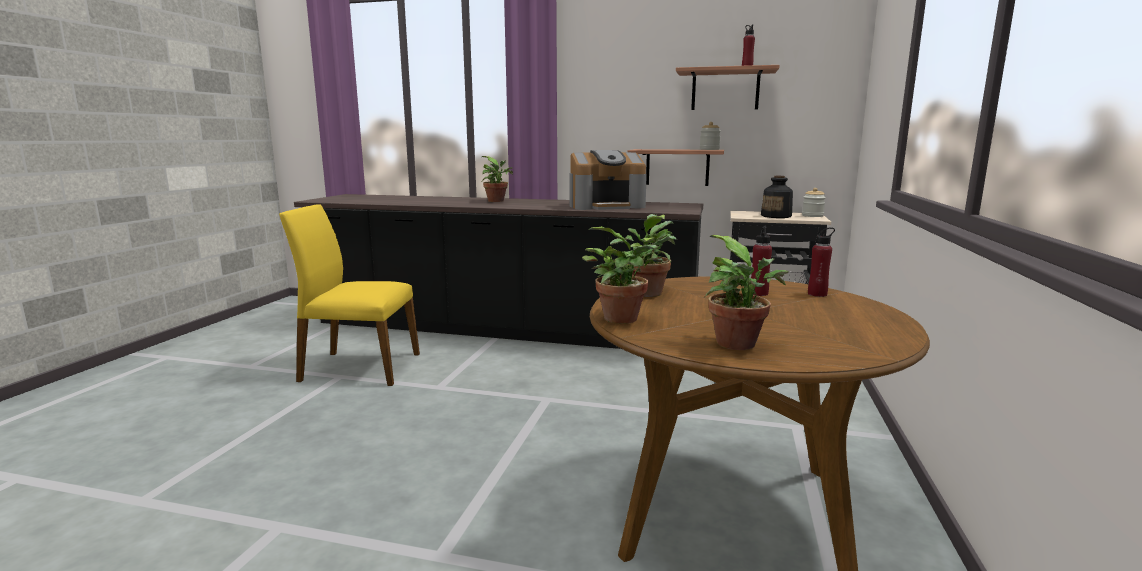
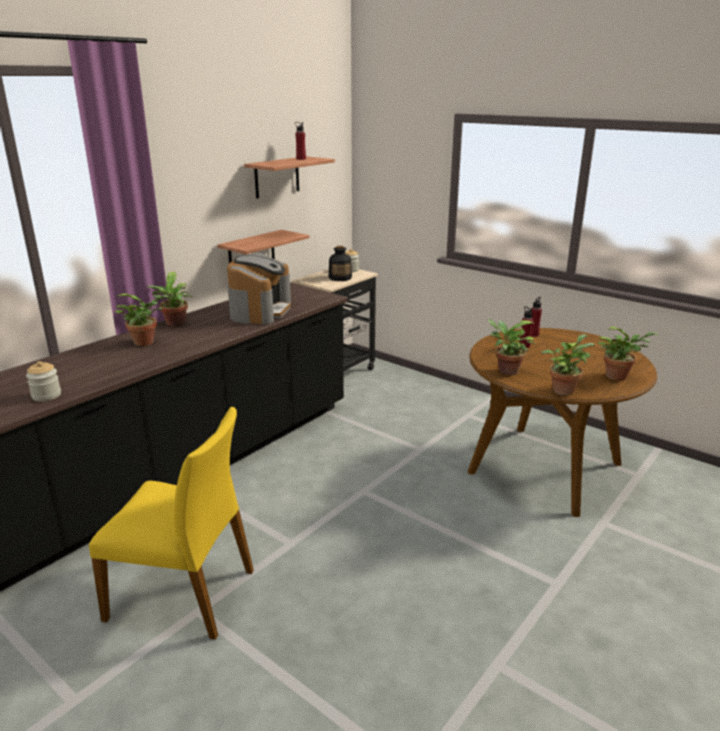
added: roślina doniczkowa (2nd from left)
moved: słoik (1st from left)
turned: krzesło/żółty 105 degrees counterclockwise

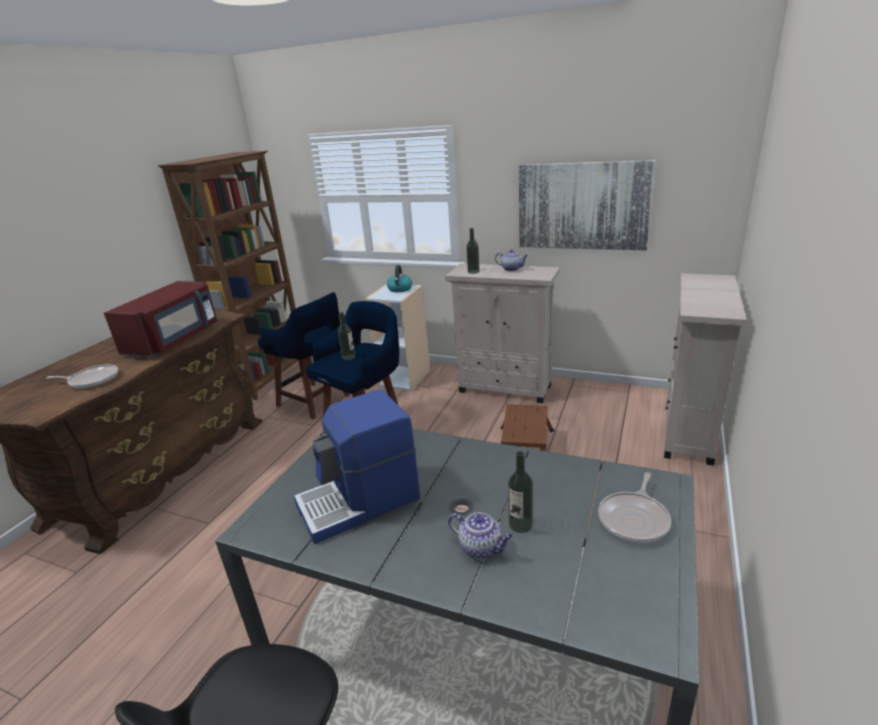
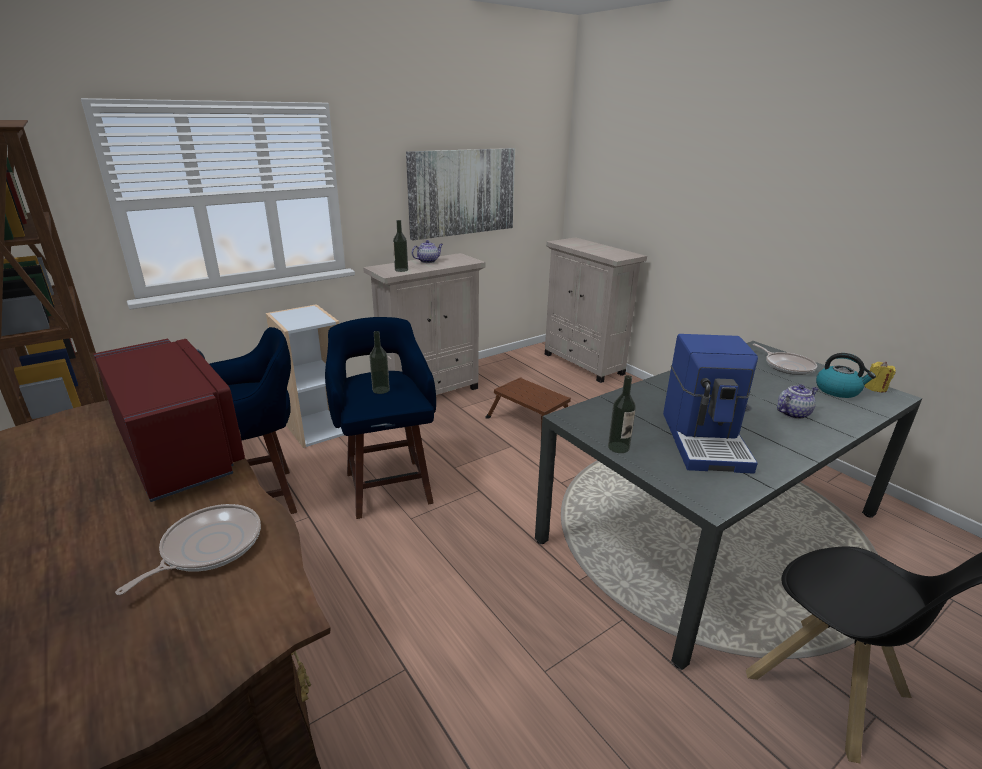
added: świeca/żółty
moved: czajnik; butelka (3rd from left)

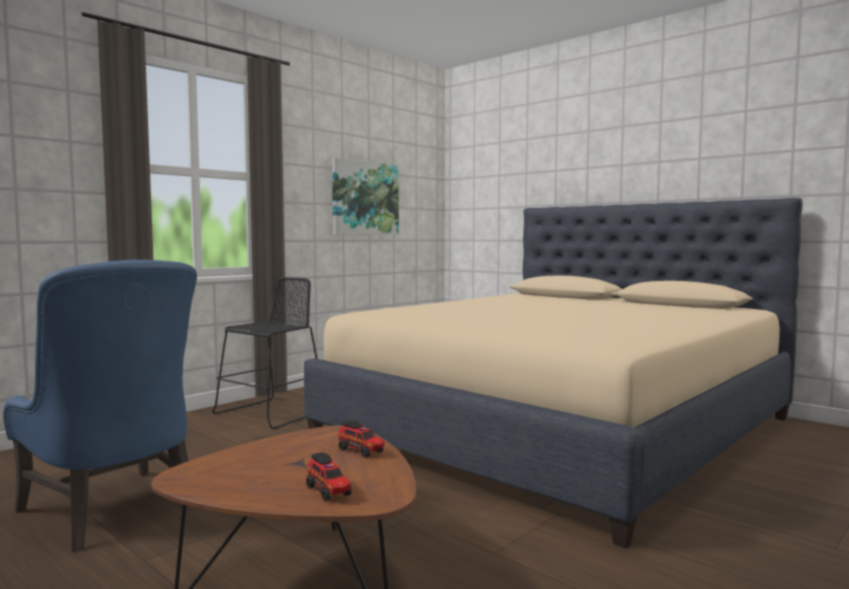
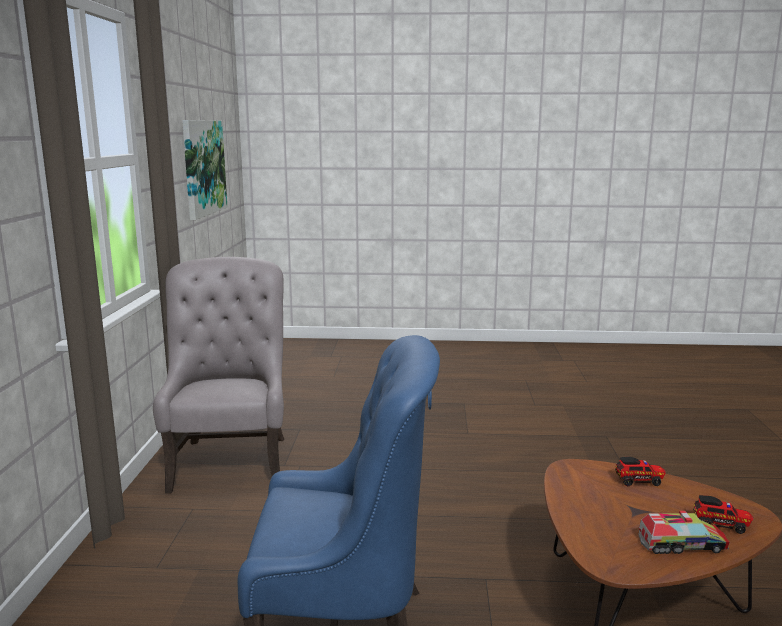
removed: łóżko/beżowy
added: ciężarówka zabawkowa (2nd from left)
replaced: stołek/czarny to krzesło/szary

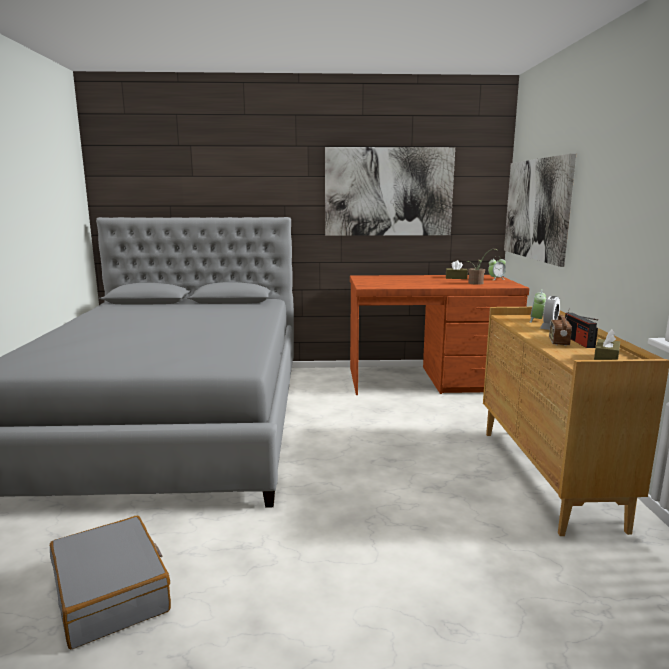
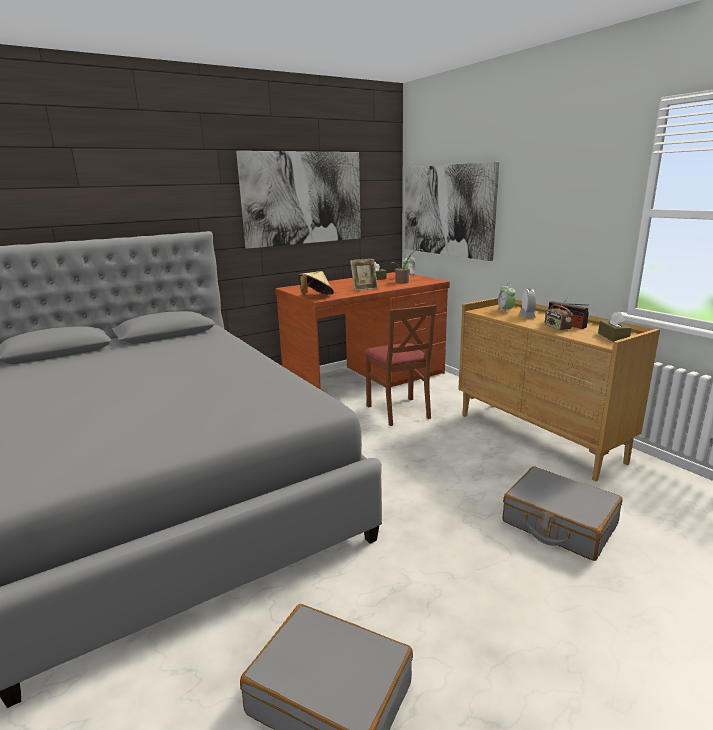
added: kapelusz/beżowy; ramka na zdjęcie; krzesło/brązowy; walizka/szary (2nd from left)

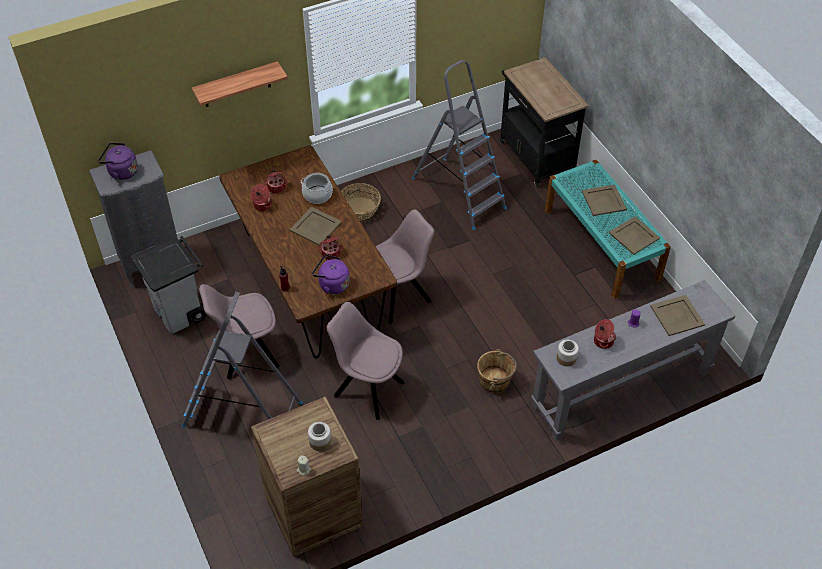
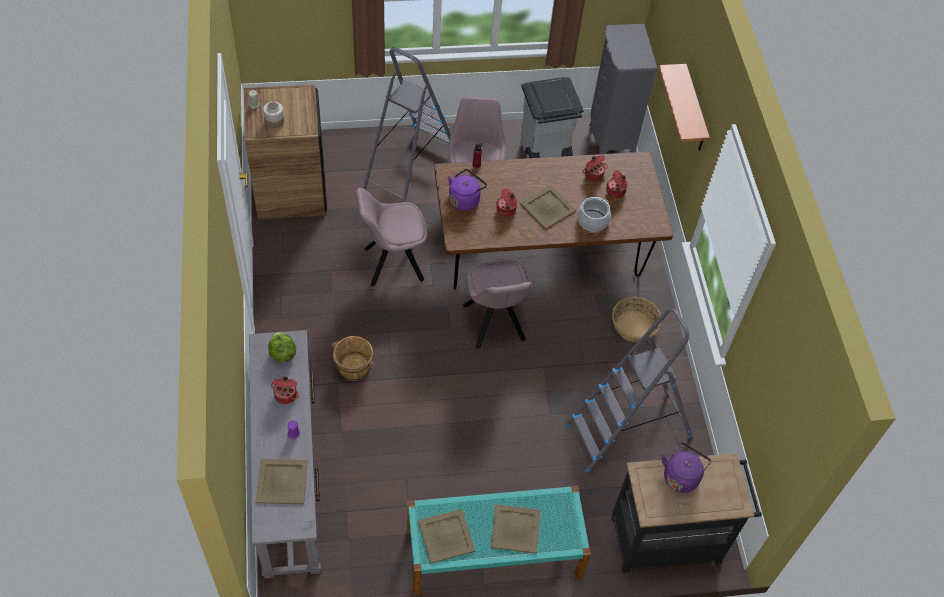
moved: czajnik/fioletowy (1st from left in the first image) to czajnik/fioletowy (2nd from left)
replaced: słoik (2nd from left) to sałata
turned: krzesło/różowy (2nd from left in the first image) 150 degrees counterclockwise

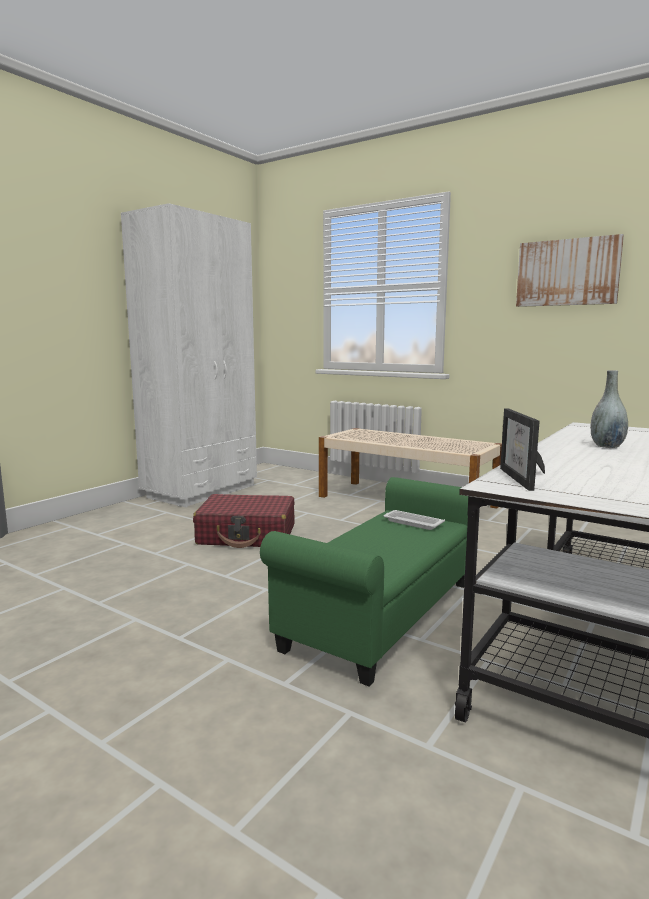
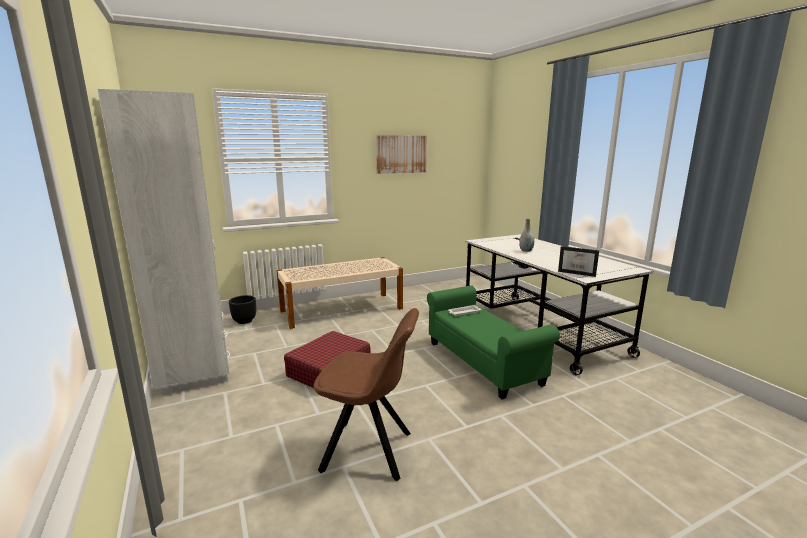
added: donica/czarny; krzesło/brązowy

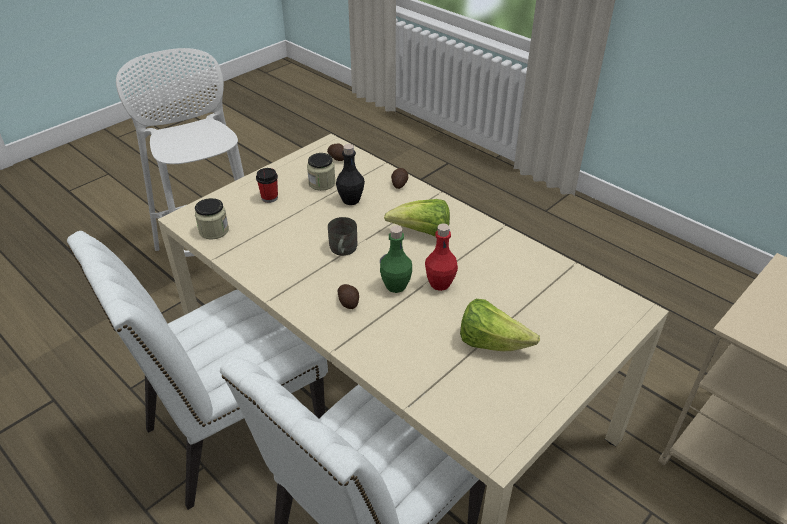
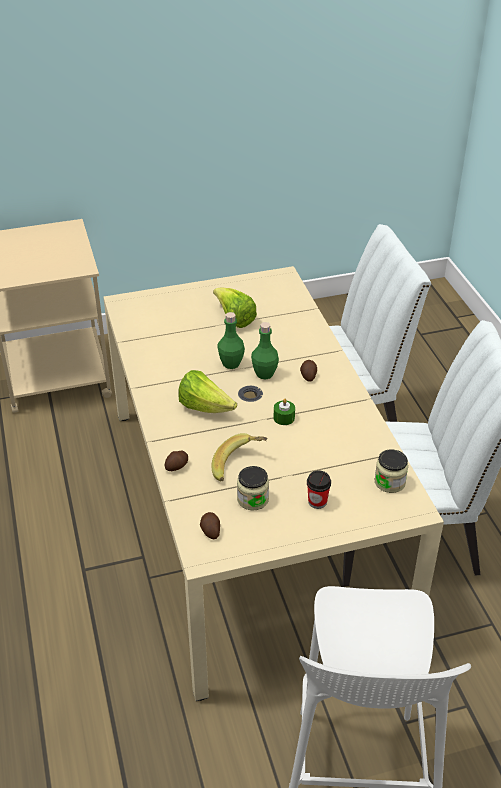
replaced: kubek/szary to świeca/zielony; butelka/czarny to banan
recoloured: butelka/czerwony to butelka/zielony (1st from left)

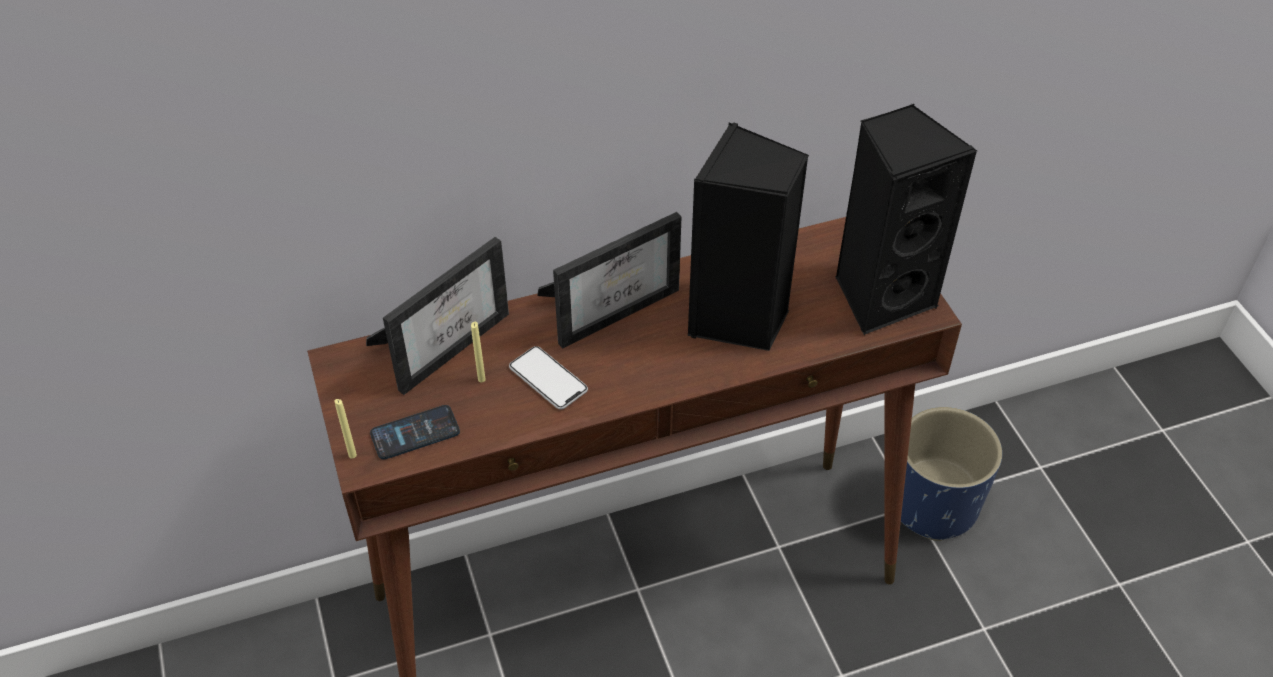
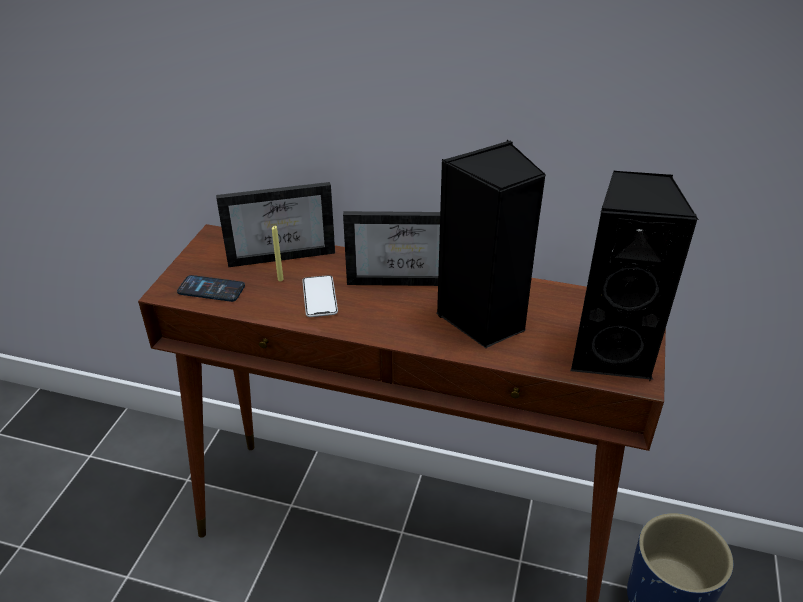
removed: świeca/żółty (1st from left)

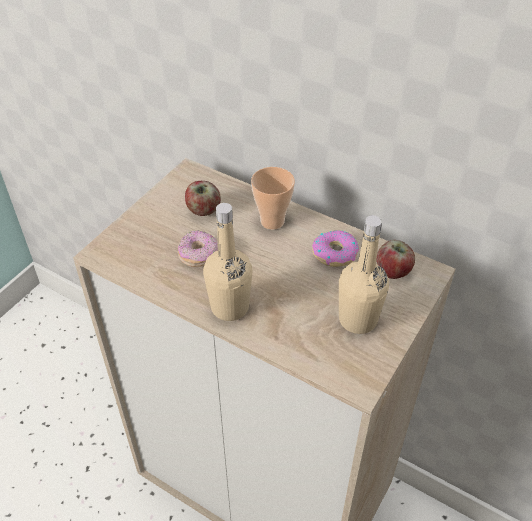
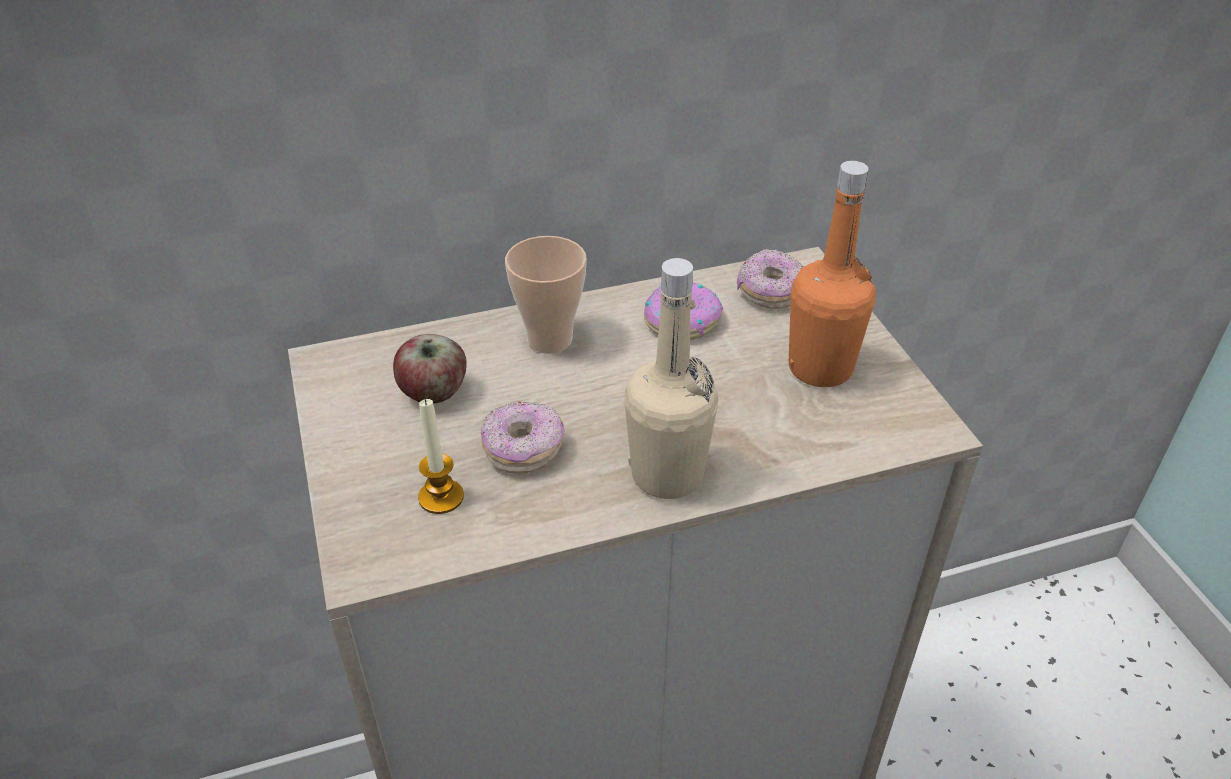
added: świeca
replaced: jabłko (2nd from left) to donut (3rd from left)
recoloured: butelka/beżowy (2nd from left) to butelka/pomarańczowy

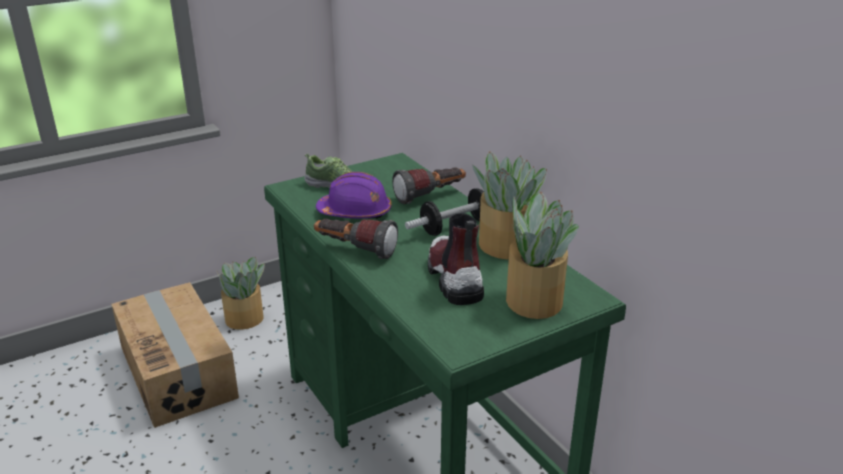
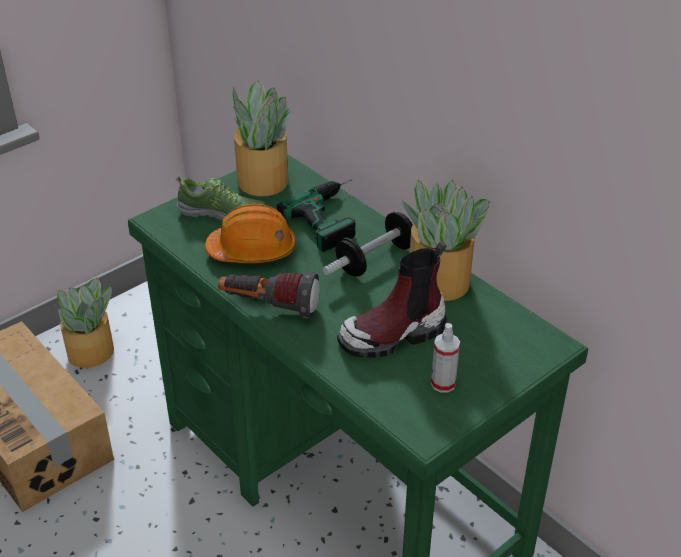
added: spryskiwacz
moved: roślina doniczkowa (3rd from left in the first image) to roślina doniczkowa (2nd from left)
replaced: latarka (2nd from left) to wiertarka
recoloured: kask/fioletowy to kask/pomarańczowy
turned: but z cholewką 90 degrees counterclockwise

